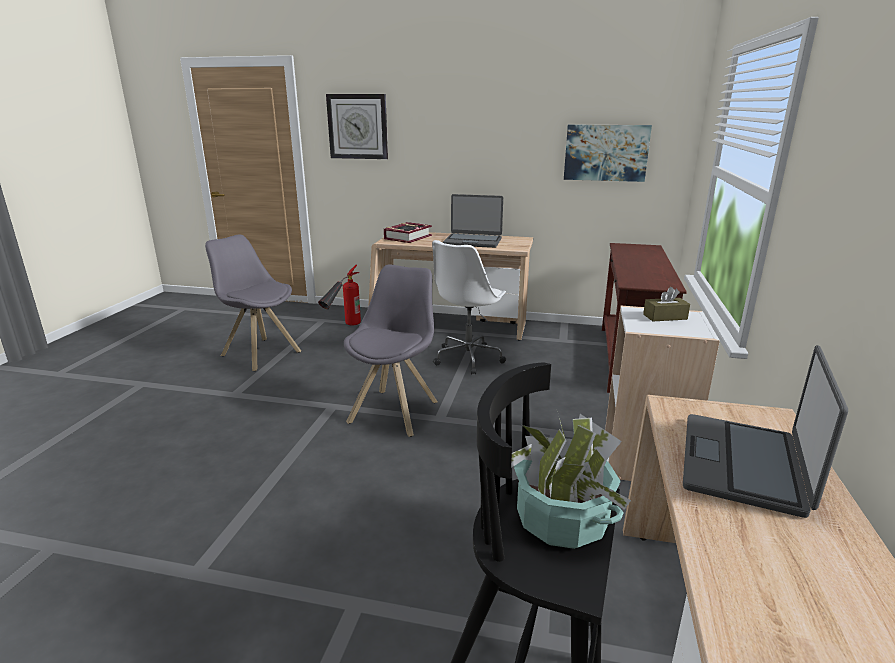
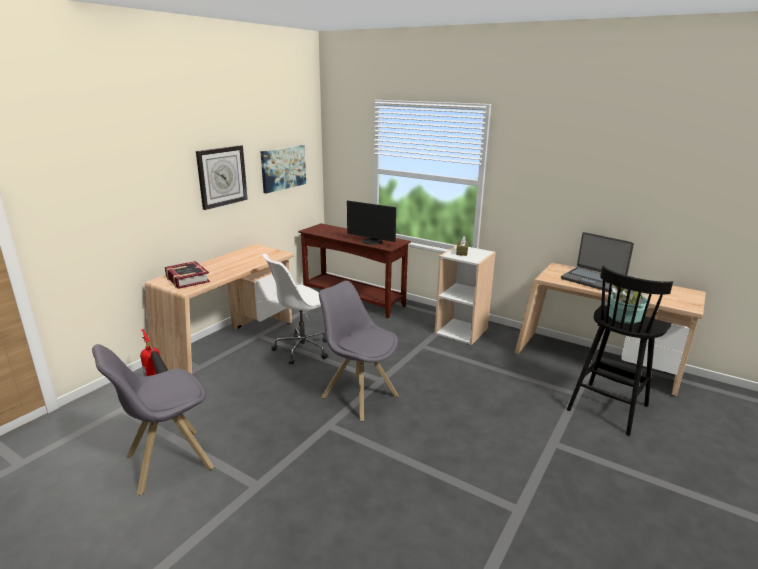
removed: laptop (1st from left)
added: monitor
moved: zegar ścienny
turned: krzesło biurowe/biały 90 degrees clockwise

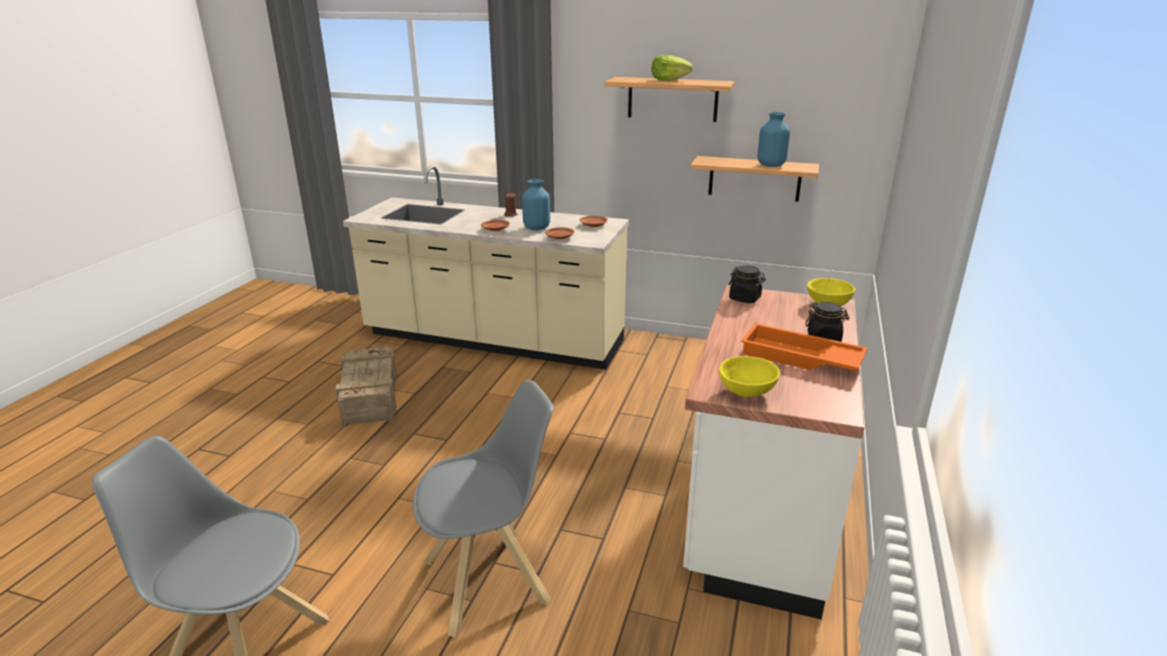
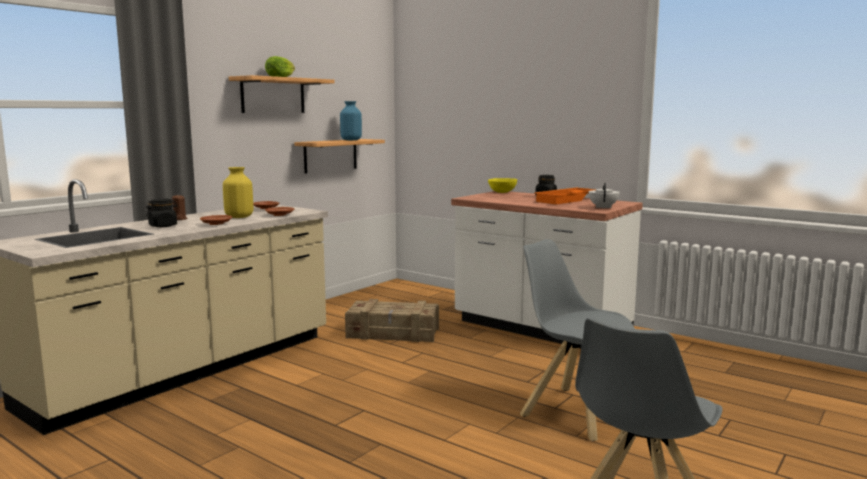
moved: skrzynka; słoik/czarny (1st from left)
replaced: miska/żółty (1st from left) to imbryk/biały
recoloured: wazon/niebieski (1st from left) to wazon/żółty
turned: krzesło/szary (2nd from left in the first image) 45 degrees counterclockwise

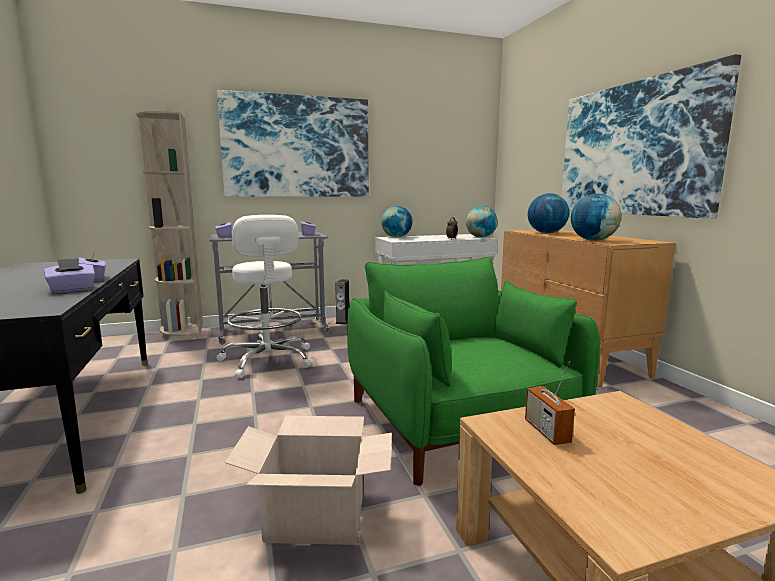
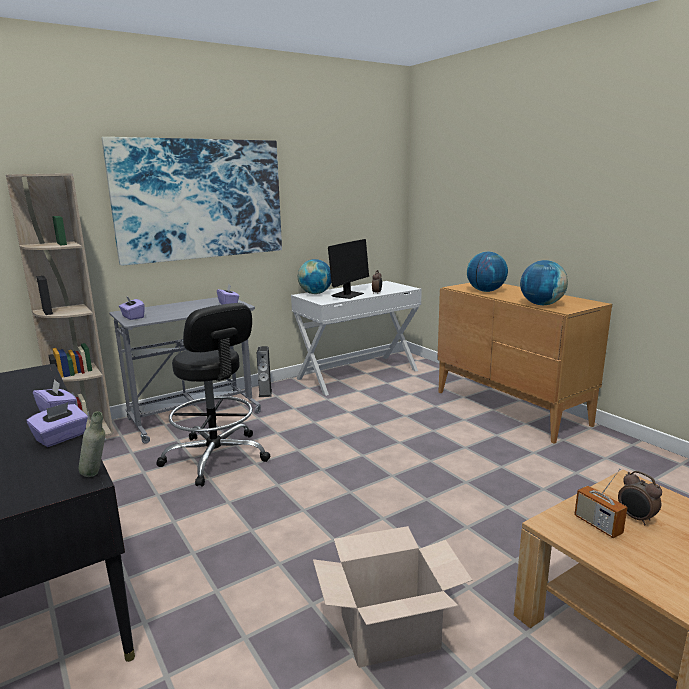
removed: fotel/zielony; globus (2nd from left); obraz (2nd from left)
added: butelka/szary; monitor; budzik (2nd from left)
recoloured: stołek/biały to stołek/czarny

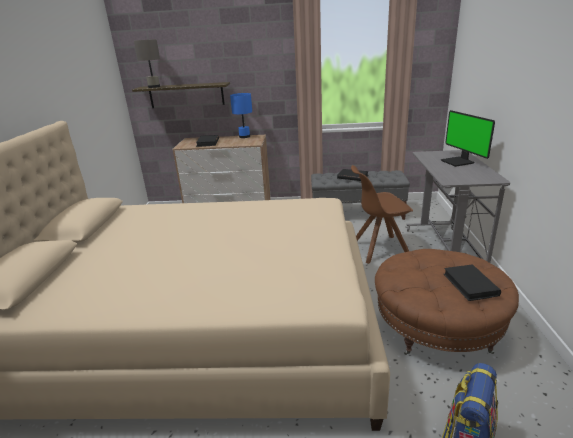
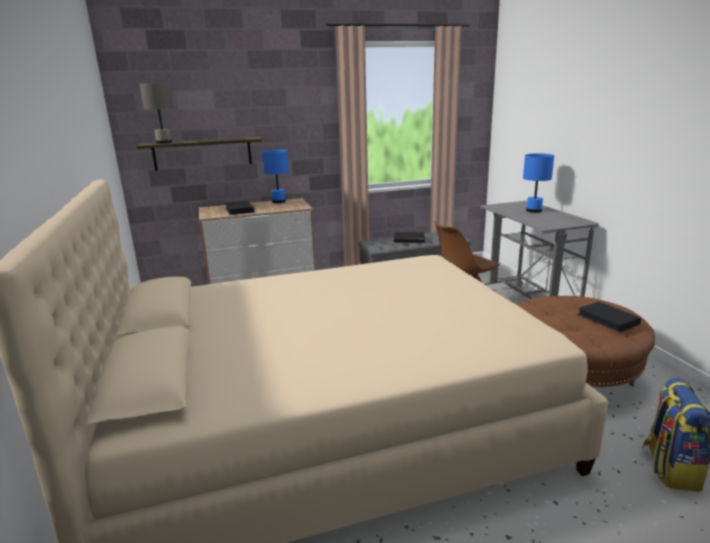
replaced: monitor to lampa stołowa/niebieski (2nd from left)

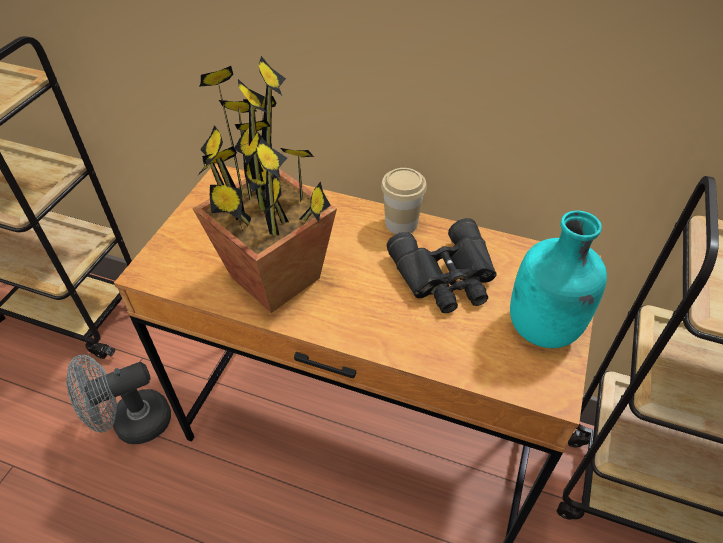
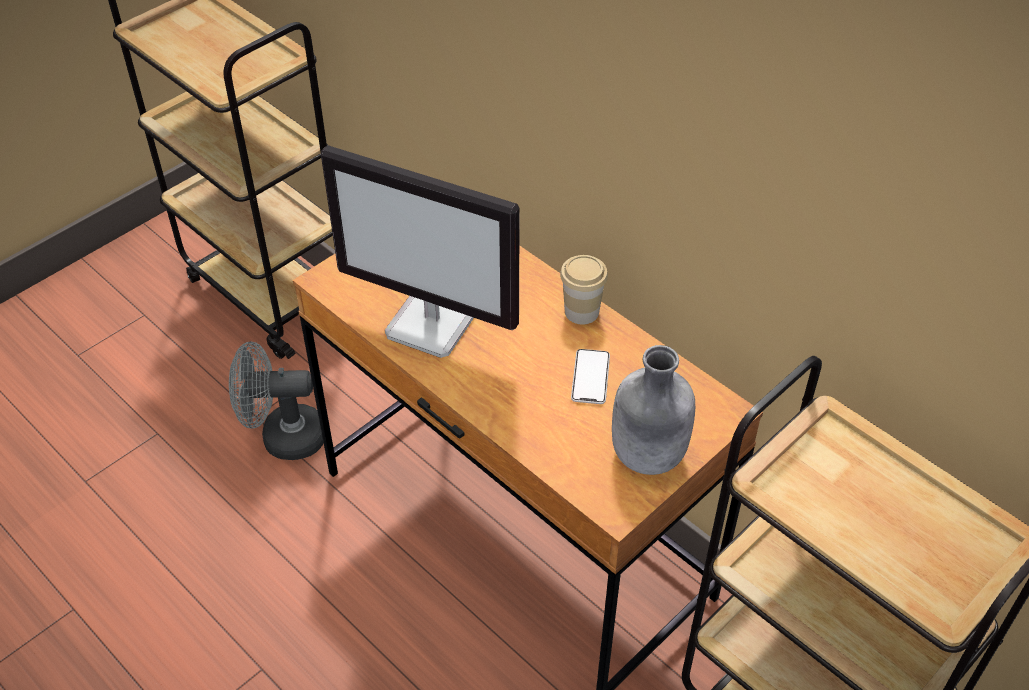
replaced: roślina doniczkowa to monitor; lornetka/czarny to telefon
recoloured: butelka/turkusowy to butelka/szary

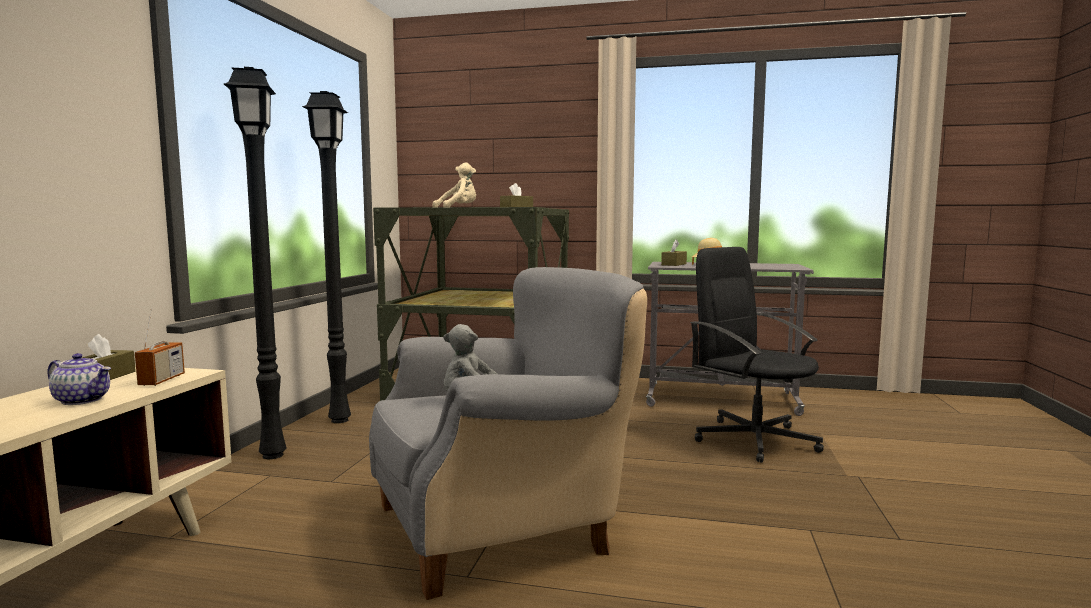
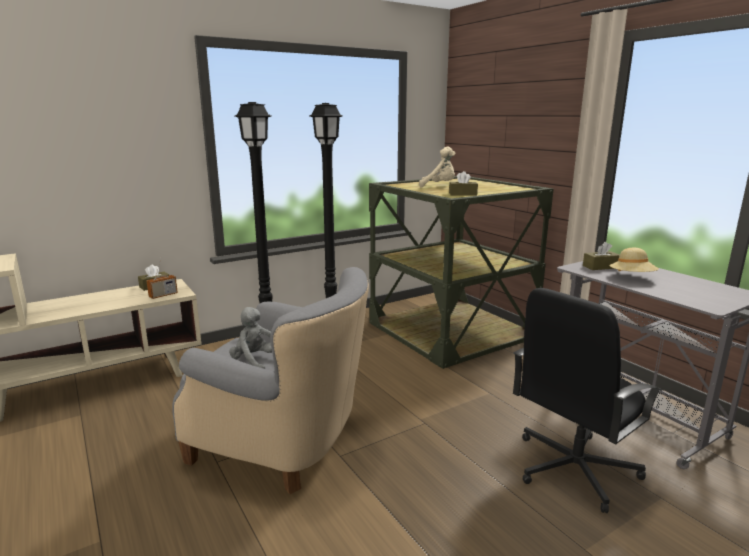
removed: imbryk
turned: krzesło biurowe/czarny 135 degrees counterclockwise

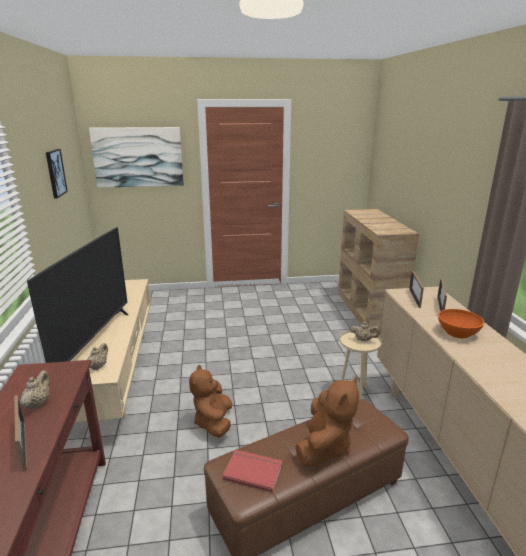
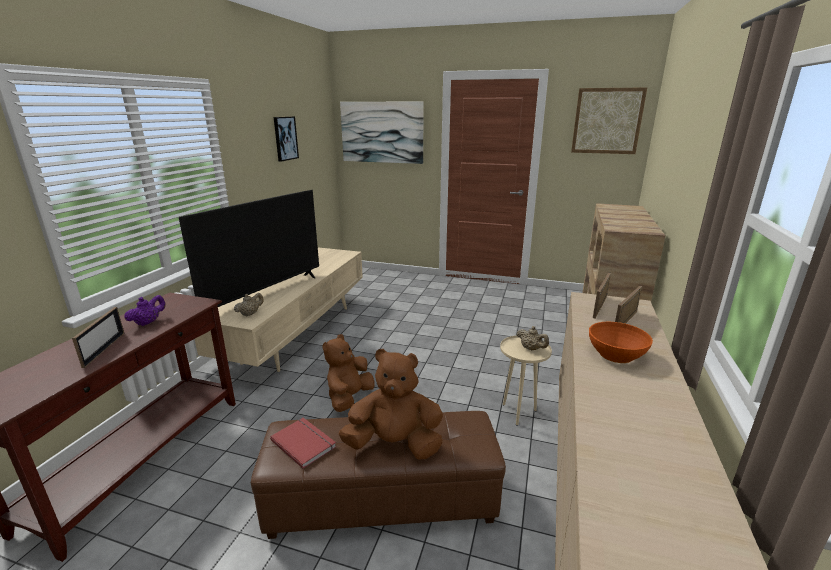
added: obraz (3rd from left)
recoloured: imbryk/beżowy (1st from left) to imbryk/fioletowy
turned: pluszak/brązowy (2nd from left) 135 degrees counterclockwise

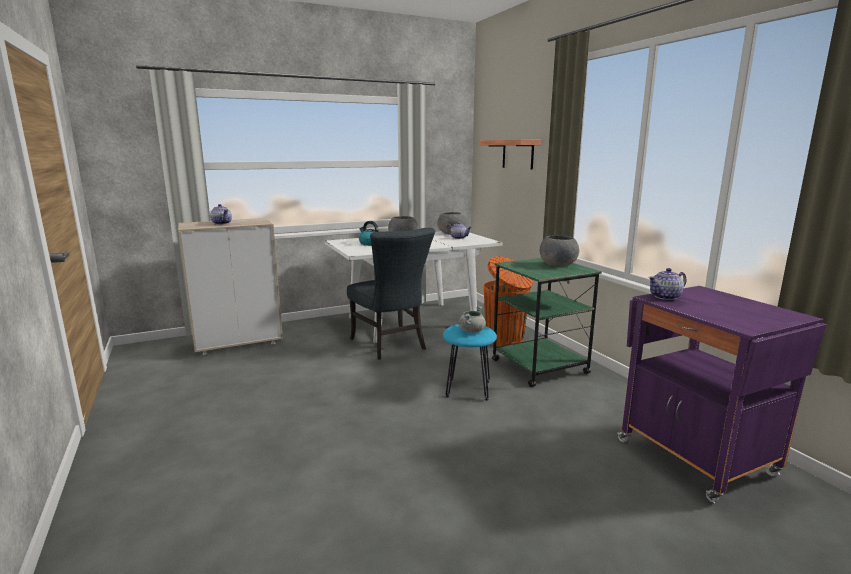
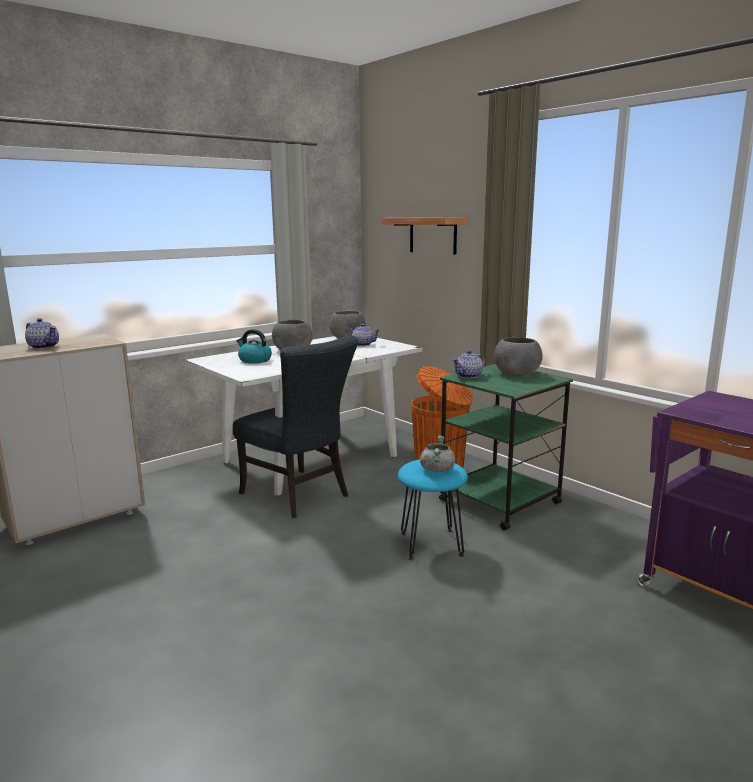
moved: imbryk (3rd from left)

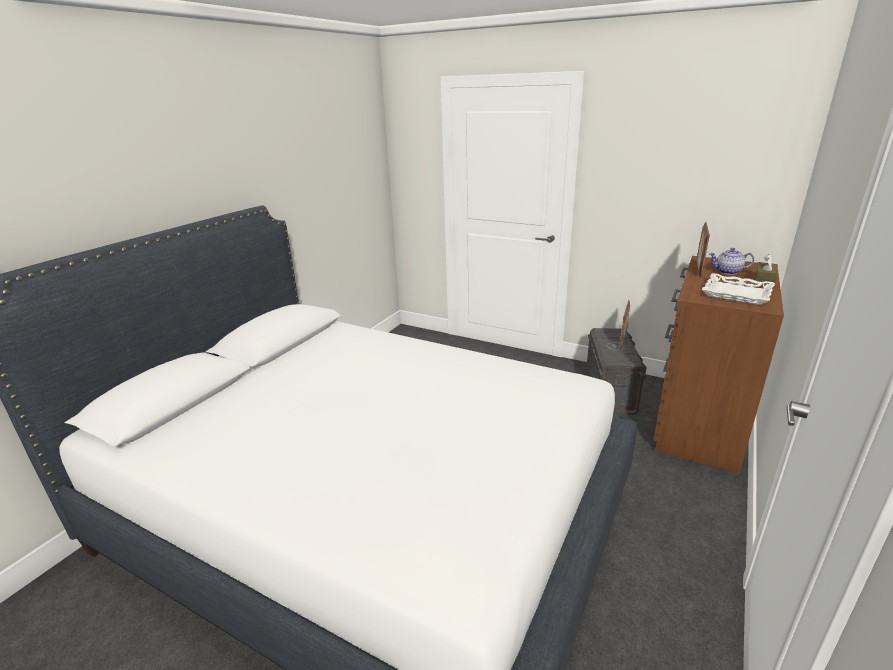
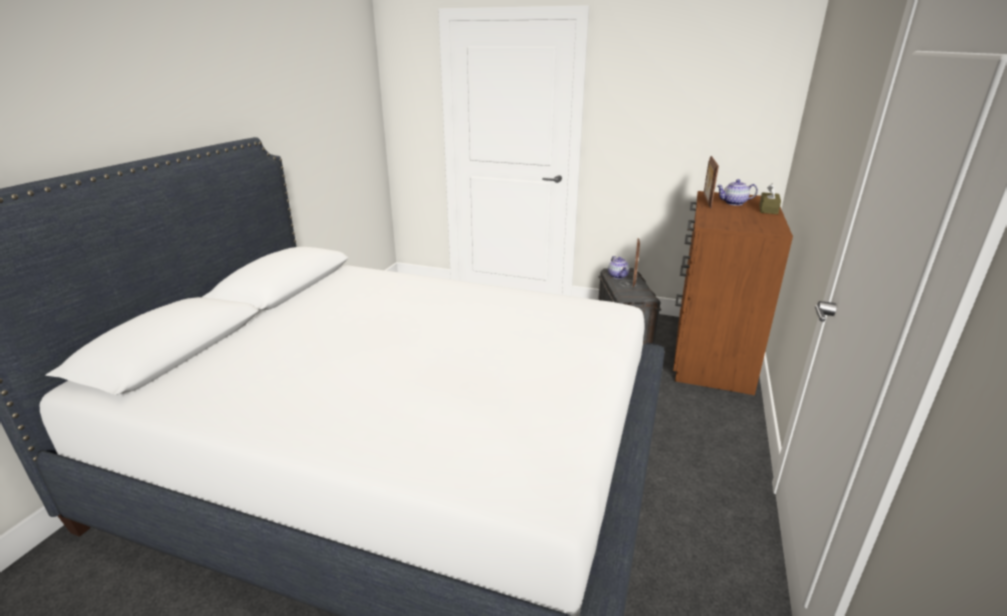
removed: taca/biały
added: imbryk (1st from left)

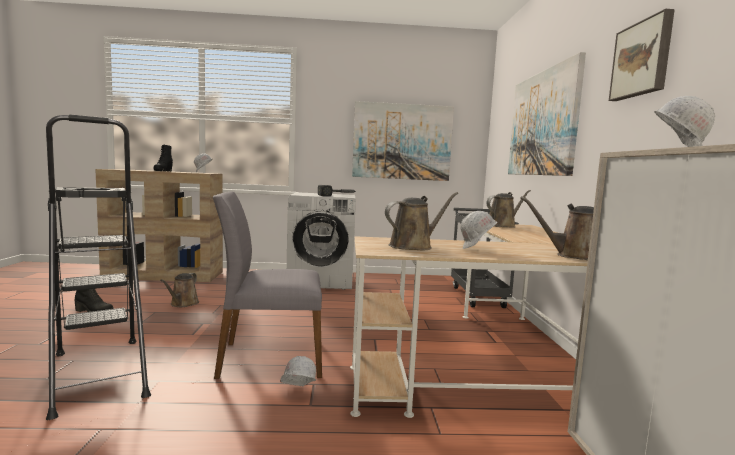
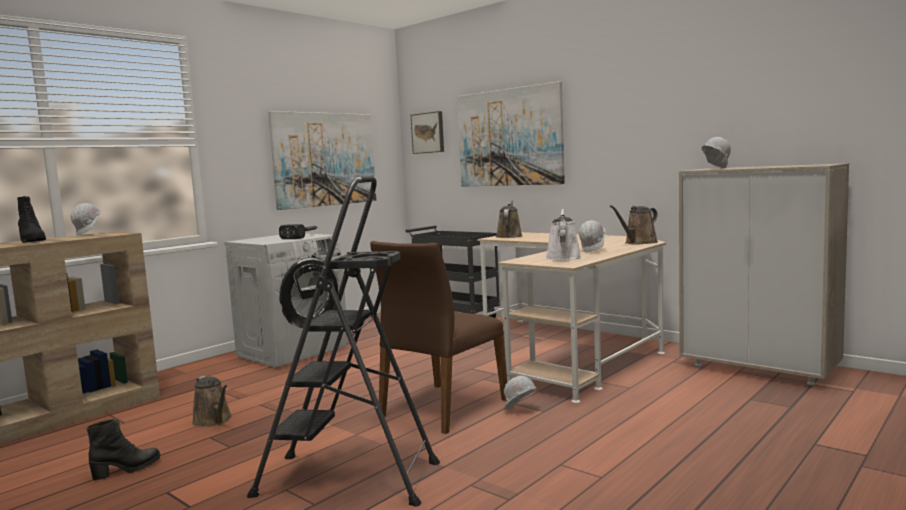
moved: obraz (3rd from left in the first image) to obraz (2nd from left)
recoloured: krzesło/szary to krzesło/brązowy; konewka/brązowy (2nd from left) to konewka/biały

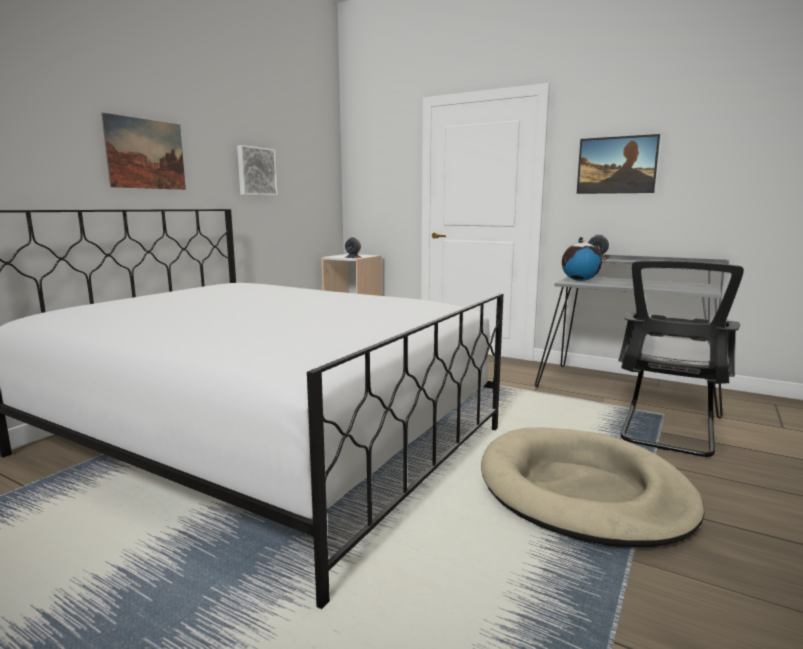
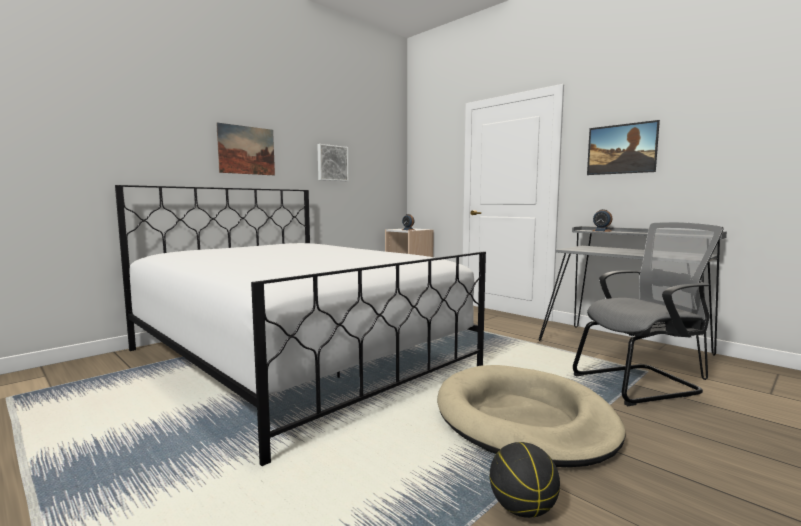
removed: globus
added: piłka do koszykówki
turned: krzesło 150 degrees counterclockwise

